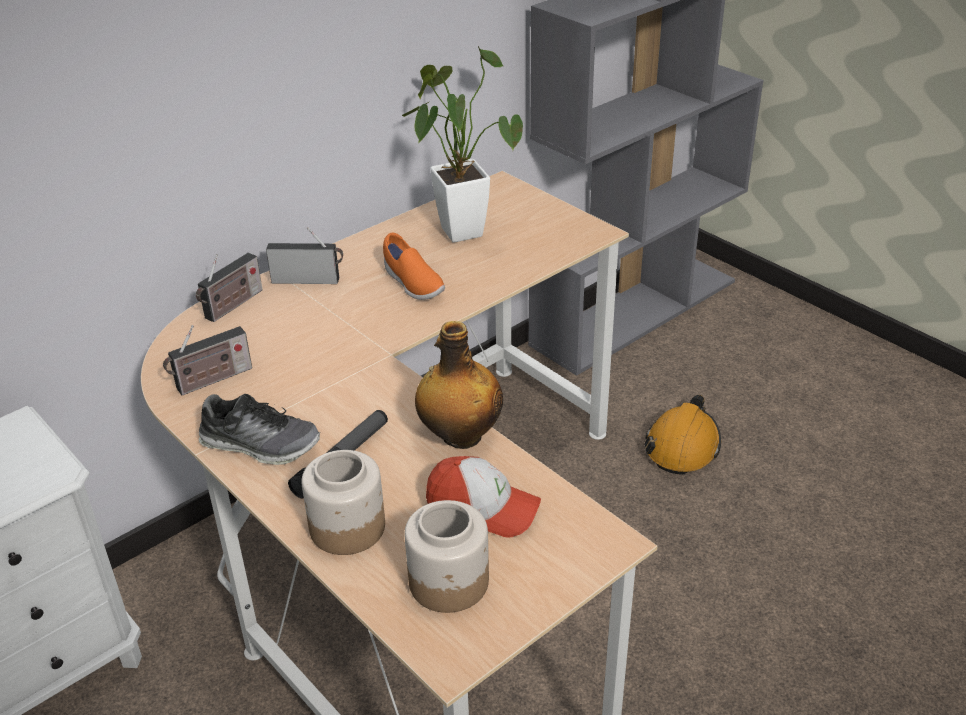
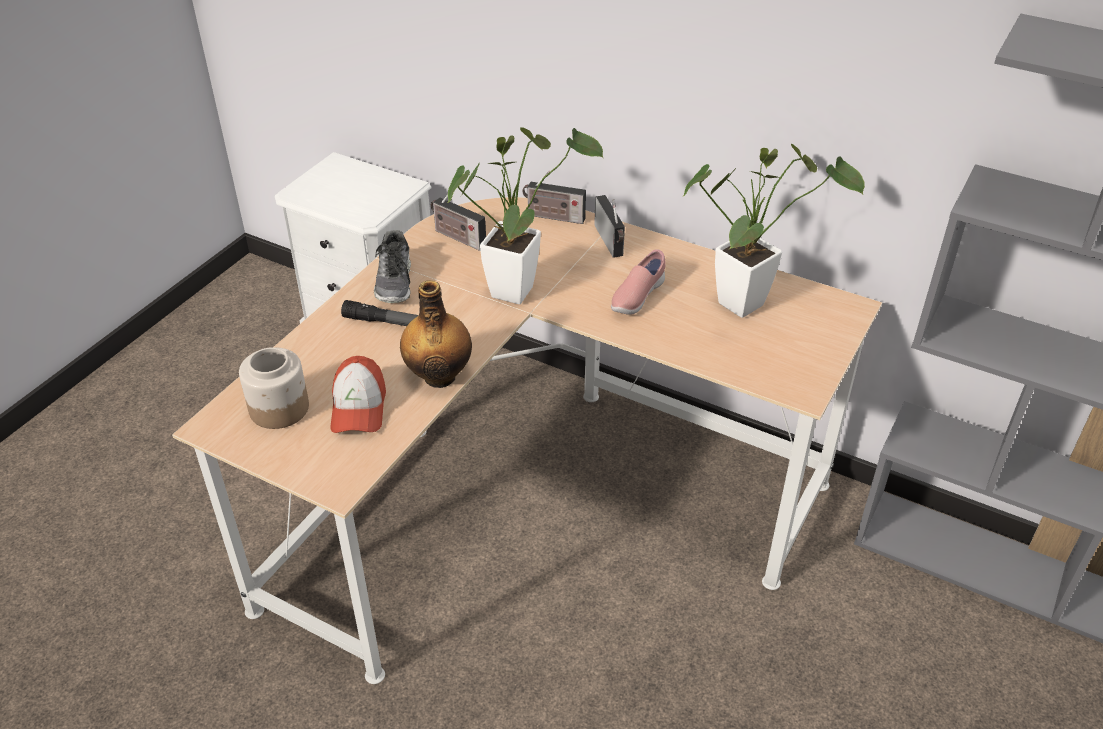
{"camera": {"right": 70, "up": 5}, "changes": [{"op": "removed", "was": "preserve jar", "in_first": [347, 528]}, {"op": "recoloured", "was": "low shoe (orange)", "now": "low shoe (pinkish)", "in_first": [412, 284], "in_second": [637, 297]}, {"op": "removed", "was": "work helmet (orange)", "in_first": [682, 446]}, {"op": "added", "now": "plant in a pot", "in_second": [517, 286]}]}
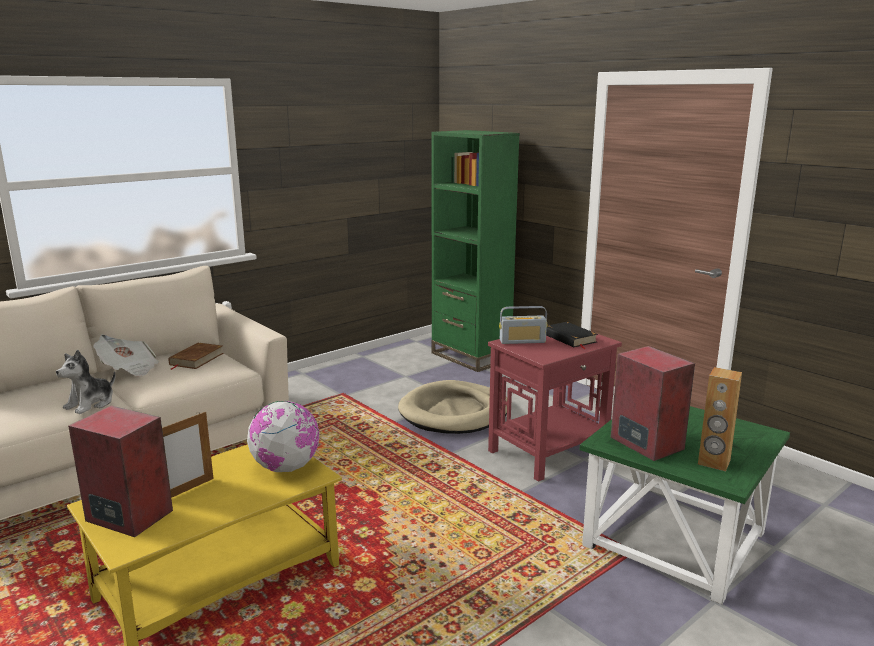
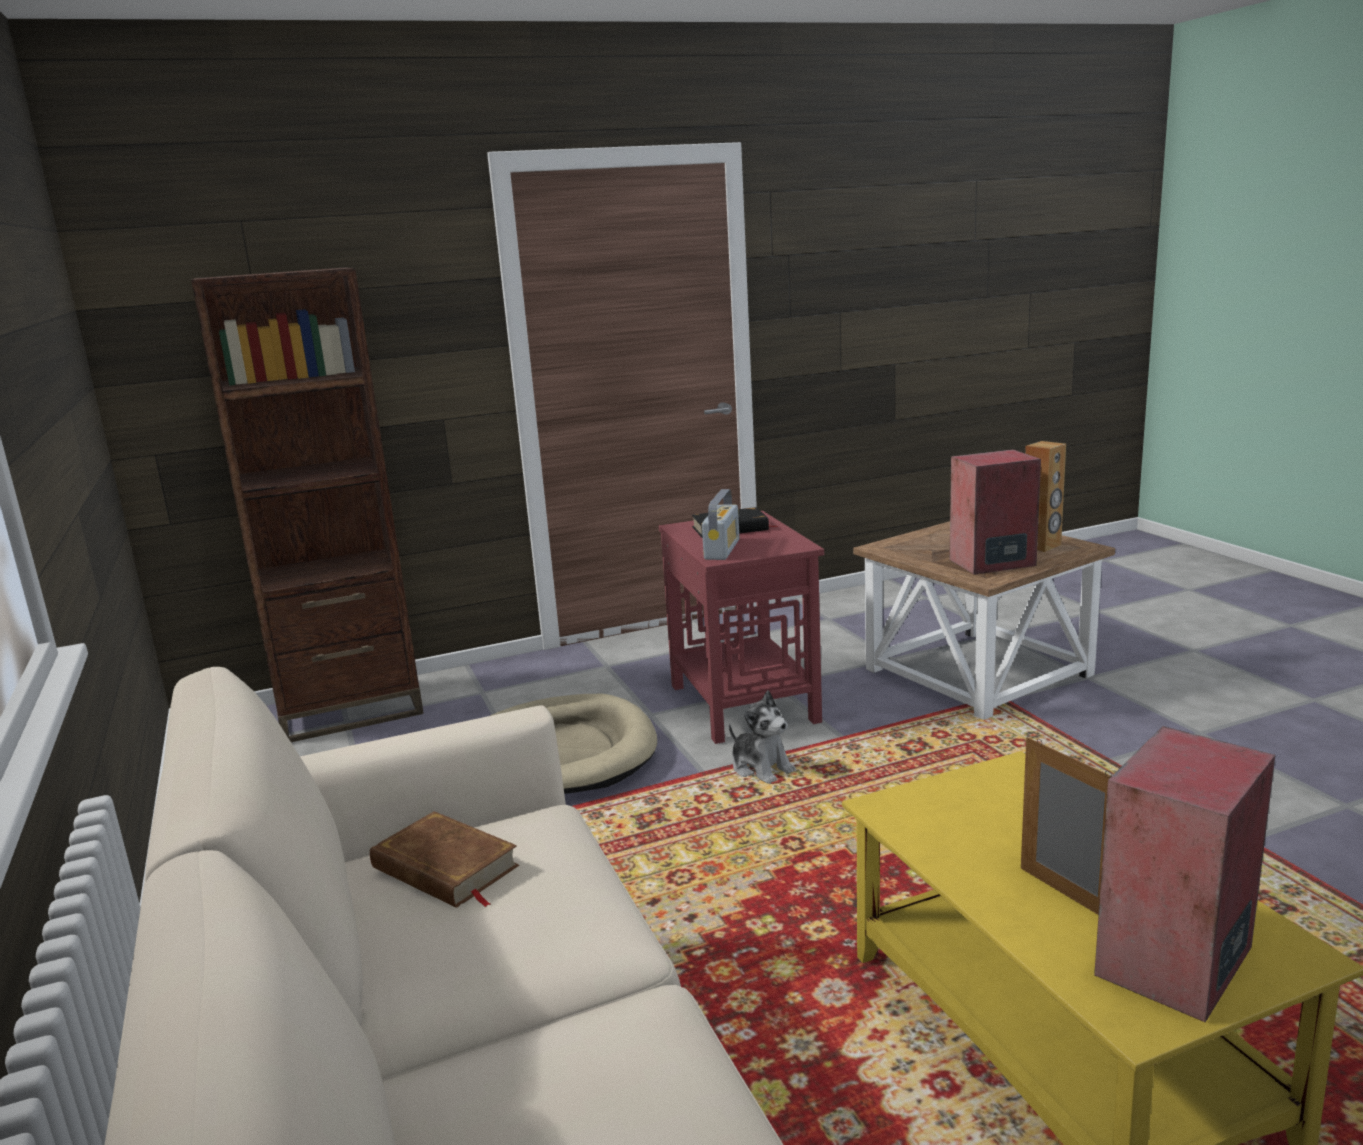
{"camera": {"right": -70, "up": 0}, "changes": [{"op": "moved", "was": "soft toy", "in_first": [90, 404], "in_second": [761, 768]}, {"op": "removed", "was": "daily paper", "in_first": [129, 368]}, {"op": "removed", "was": "desk globe", "in_first": [286, 467]}, {"op": "recoloured", "was": "bookcase (green)", "now": "bookcase (brown-coloured)", "in_first": [470, 357], "in_second": [350, 710]}, {"op": "recoloured", "was": "side table (green)", "now": "side table (brown-coloured)", "in_first": [677, 539], "in_second": [977, 671]}]}
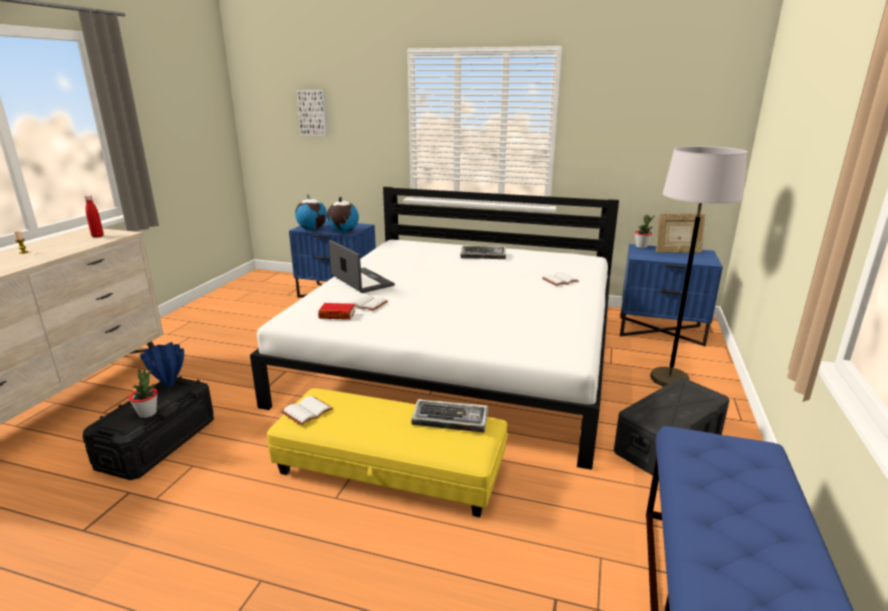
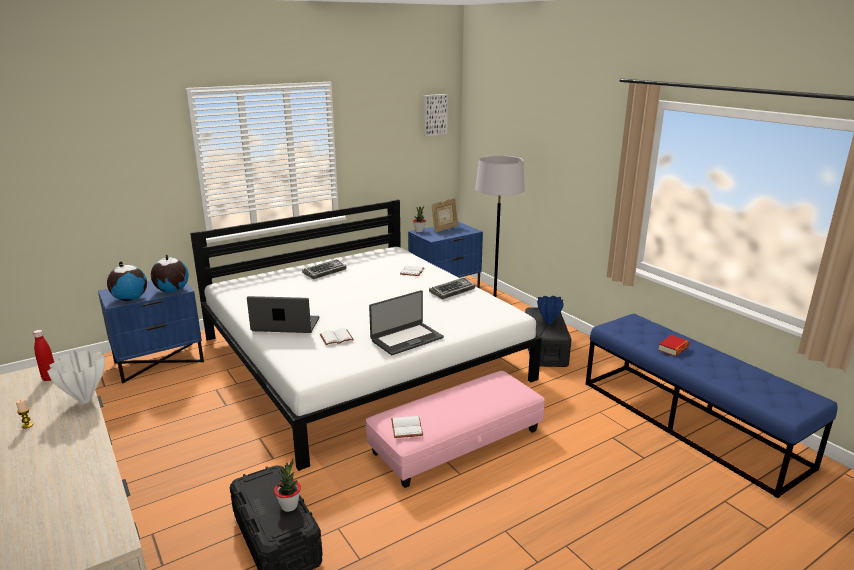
{"camera": {"right": -50, "up": 0}, "changes": [{"op": "moved", "was": "decorative vase (bluish)", "in_first": [169, 384], "in_second": [548, 323]}, {"op": "recoloured", "was": "pouffe (yellowish)", "now": "pouffe (pinkish)", "in_first": [390, 469], "in_second": [457, 441]}, {"op": "moved", "was": "picture", "in_first": [313, 113], "in_second": [434, 114]}, {"op": "moved", "was": "volume", "in_first": [337, 315], "in_second": [673, 349]}, {"op": "moved", "was": "computer keyboard", "in_first": [451, 420], "in_second": [452, 291]}, {"op": "added", "now": "decorative vase (white)", "in_second": [85, 401]}, {"op": "added", "now": "laptop", "in_second": [406, 339]}]}
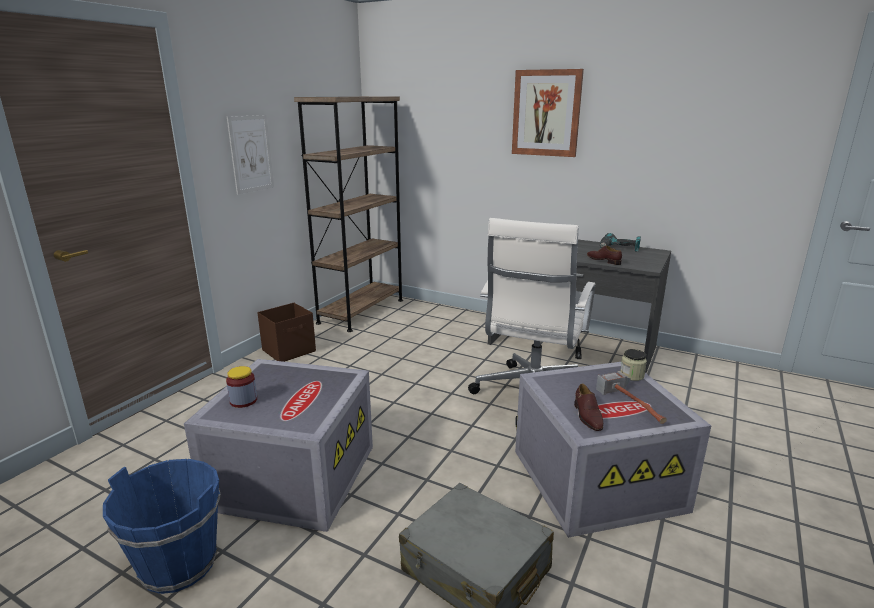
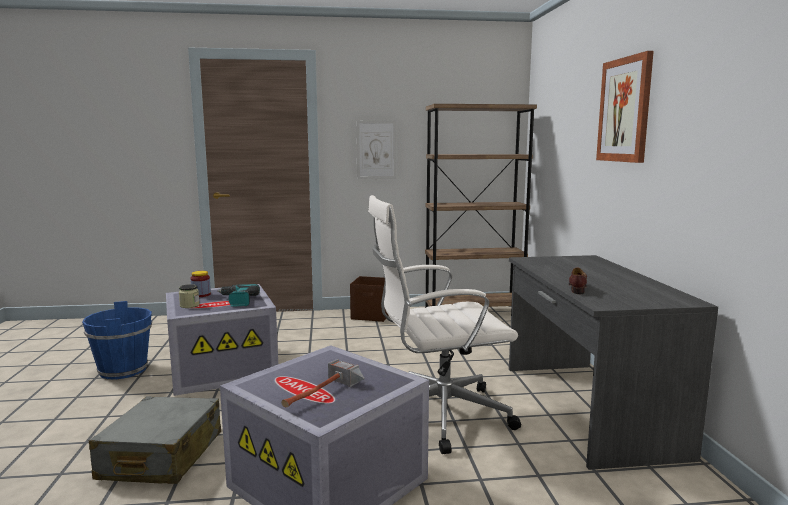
{"camera": {"right": 55, "up": -10}, "changes": [{"op": "removed", "was": "low shoe (brown-coloured)", "in_first": [587, 416]}, {"op": "moved", "was": "drill", "in_first": [619, 249], "in_second": [237, 301]}, {"op": "moved", "was": "preserve jar", "in_first": [632, 375], "in_second": [189, 305]}]}
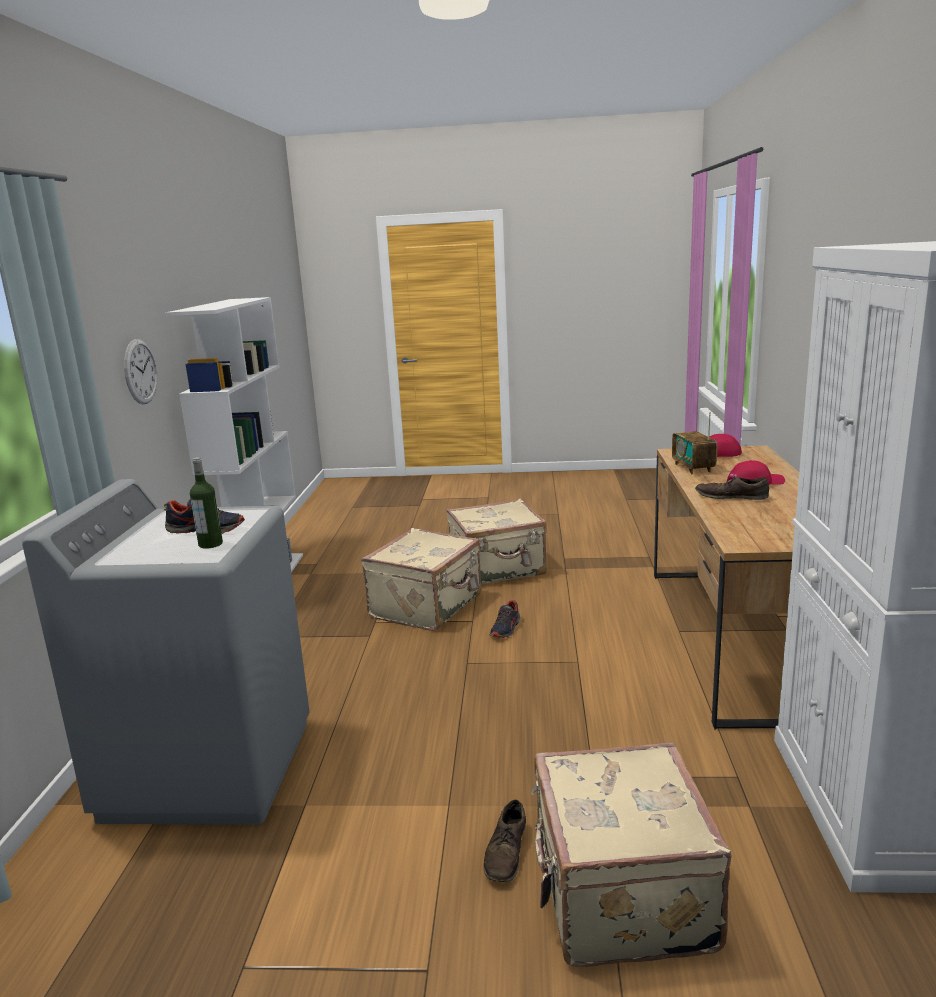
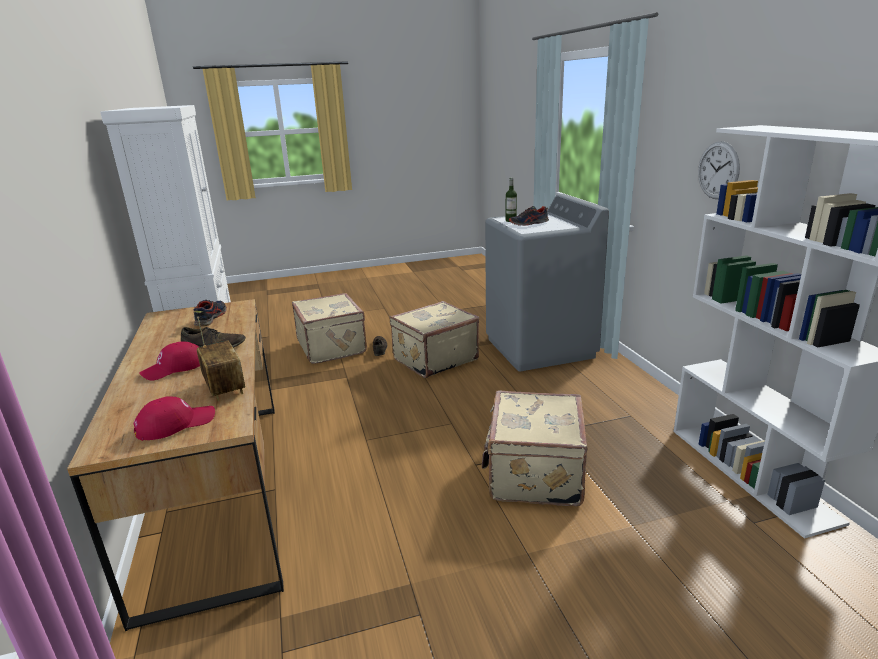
{"camera": {"right": 160, "up": 5}, "changes": [{"op": "moved", "was": "travel case (beige)", "in_first": [498, 569], "in_second": [434, 359]}, {"op": "moved", "was": "low shoe", "in_first": [506, 629], "in_second": [210, 318]}]}
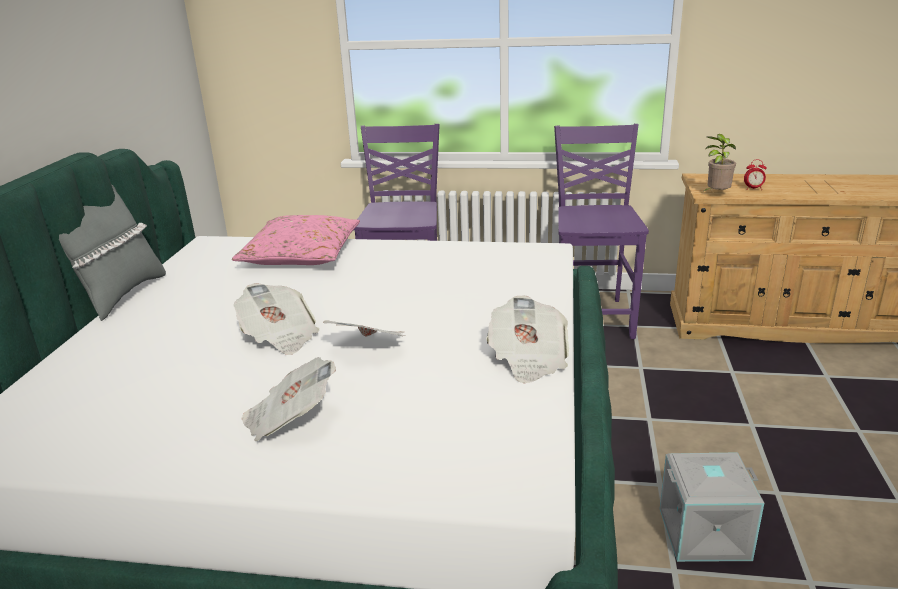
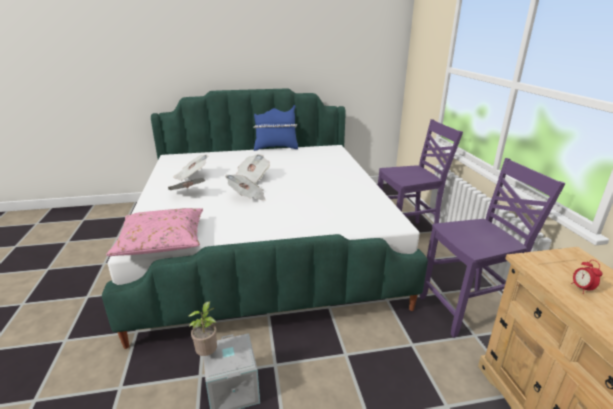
{"camera": {"right": 70, "up": 0}, "changes": [{"op": "recoloured", "was": "pillow (gray)", "now": "pillow (bluish)", "in_first": [120, 295], "in_second": [275, 147]}, {"op": "moved", "was": "pillow (pinkish)", "in_first": [301, 254], "in_second": [162, 240]}, {"op": "moved", "was": "daily paper", "in_first": [528, 359], "in_second": [191, 176]}, {"op": "moved", "was": "plant in a pot", "in_first": [716, 195], "in_second": [208, 353]}]}
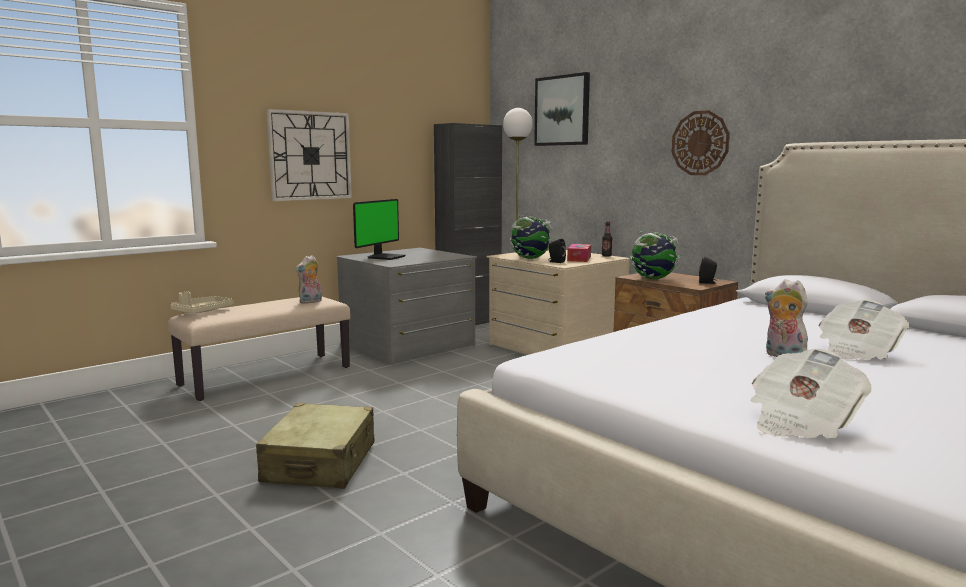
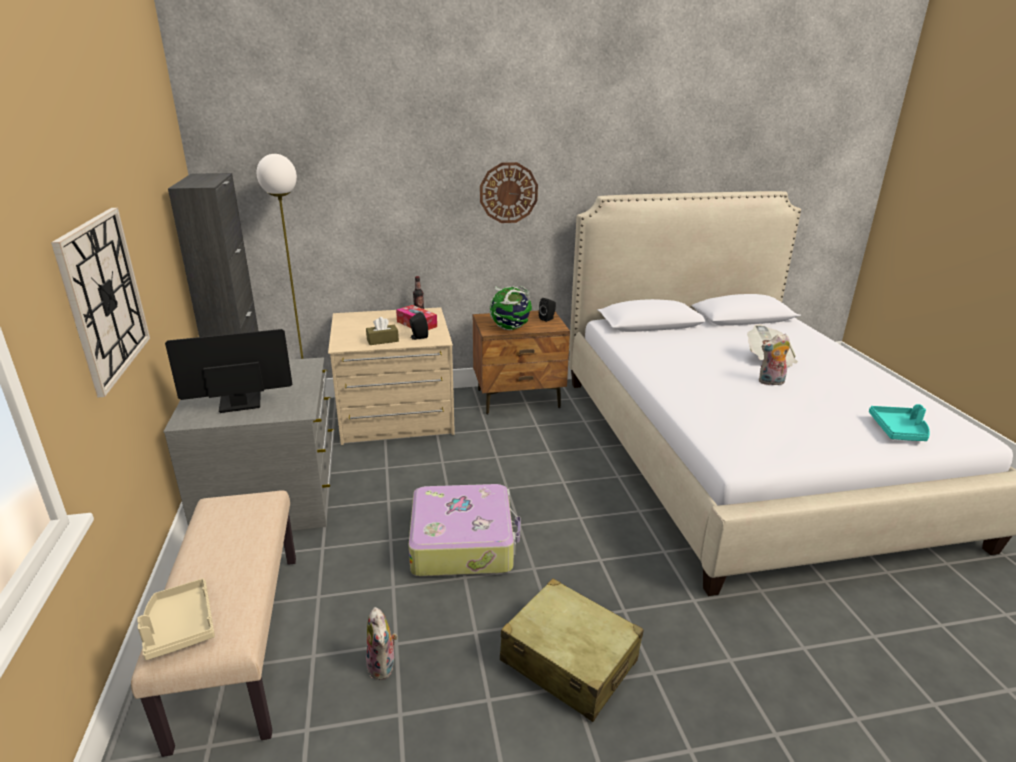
{"camera": {"right": -60, "up": 15}, "changes": [{"op": "moved", "was": "soft toy", "in_first": [310, 302], "in_second": [383, 666]}, {"op": "turned", "was": "computer display", "in_first": [385, 257], "in_second": [239, 403], "clockwise": -75}, {"op": "replaced", "was": "desk globe", "now": "box of tissues (brown-coloured)", "in_first": [530, 258], "in_second": [382, 340]}, {"op": "removed", "was": "picture", "in_first": [562, 110]}, {"op": "replaced", "was": "daily paper", "now": "serving tray (blue-green)", "in_first": [801, 422], "in_second": [899, 430]}, {"op": "added", "now": "travel case", "in_second": [463, 542]}]}
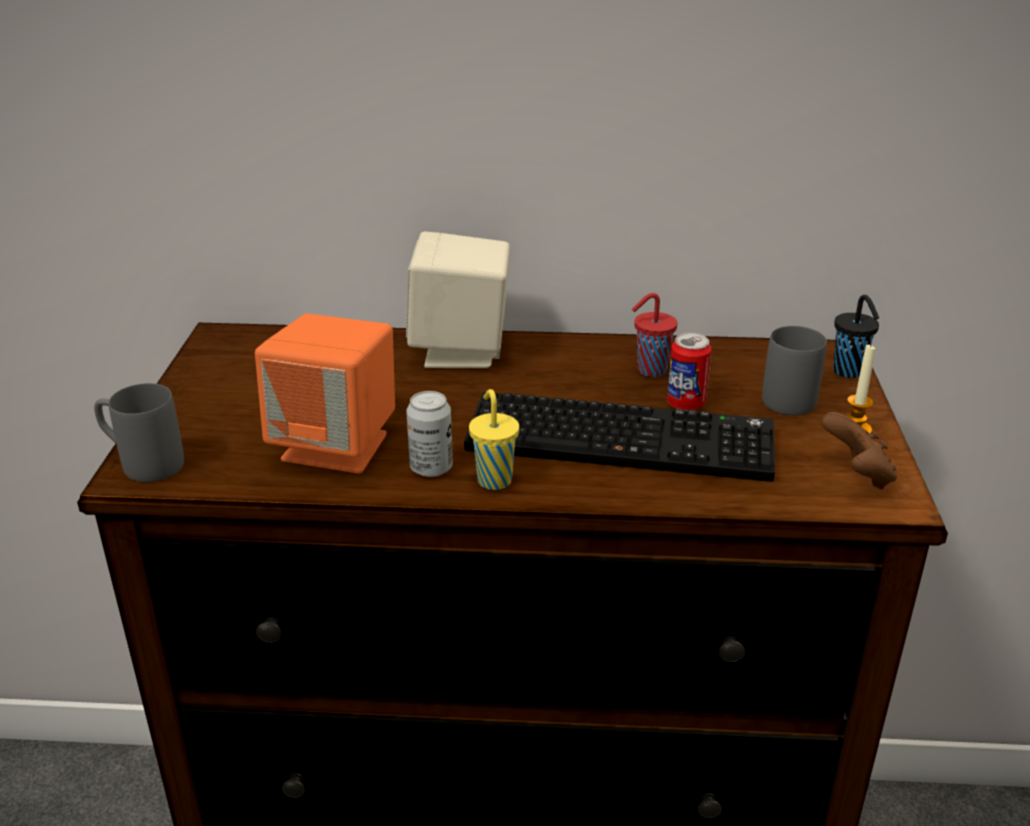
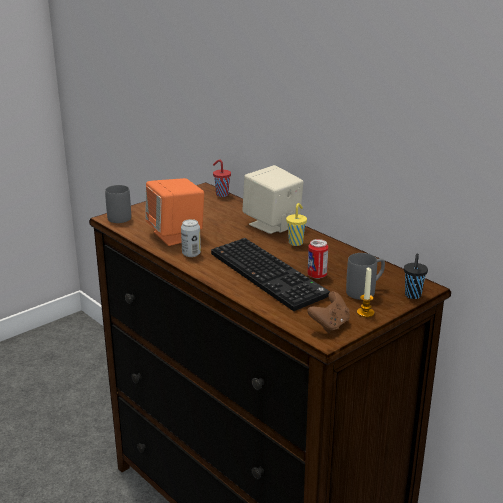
{"camera": {"right": 45, "up": -5}, "changes": [{"op": "moved", "was": "drinking cup (yellowish)", "in_first": [494, 479], "in_second": [296, 242]}, {"op": "moved", "was": "drinking cup (red)", "in_first": [650, 371], "in_second": [221, 194]}]}
